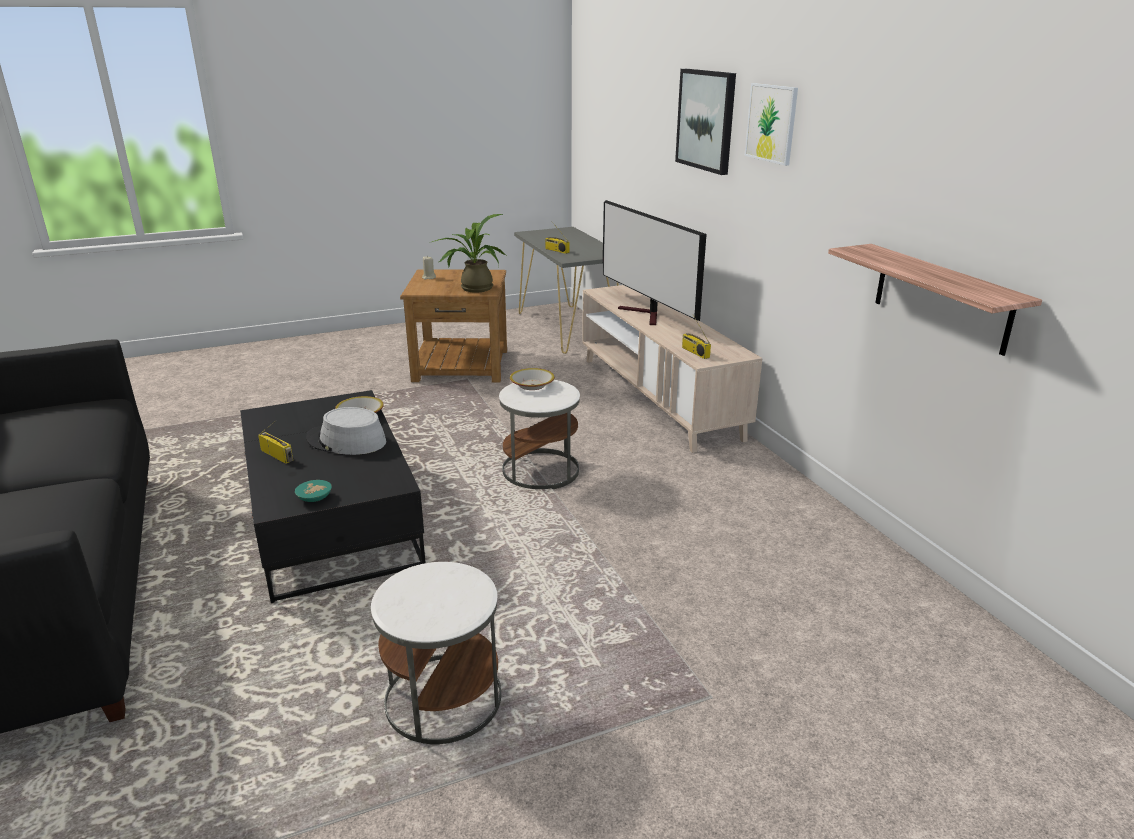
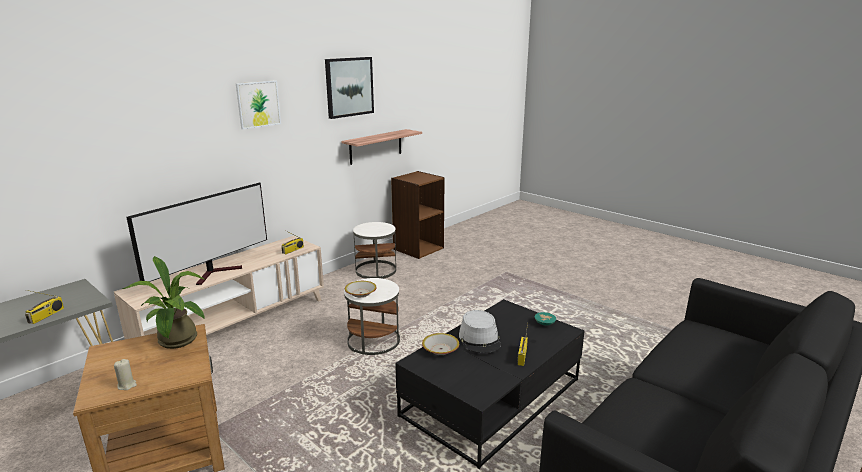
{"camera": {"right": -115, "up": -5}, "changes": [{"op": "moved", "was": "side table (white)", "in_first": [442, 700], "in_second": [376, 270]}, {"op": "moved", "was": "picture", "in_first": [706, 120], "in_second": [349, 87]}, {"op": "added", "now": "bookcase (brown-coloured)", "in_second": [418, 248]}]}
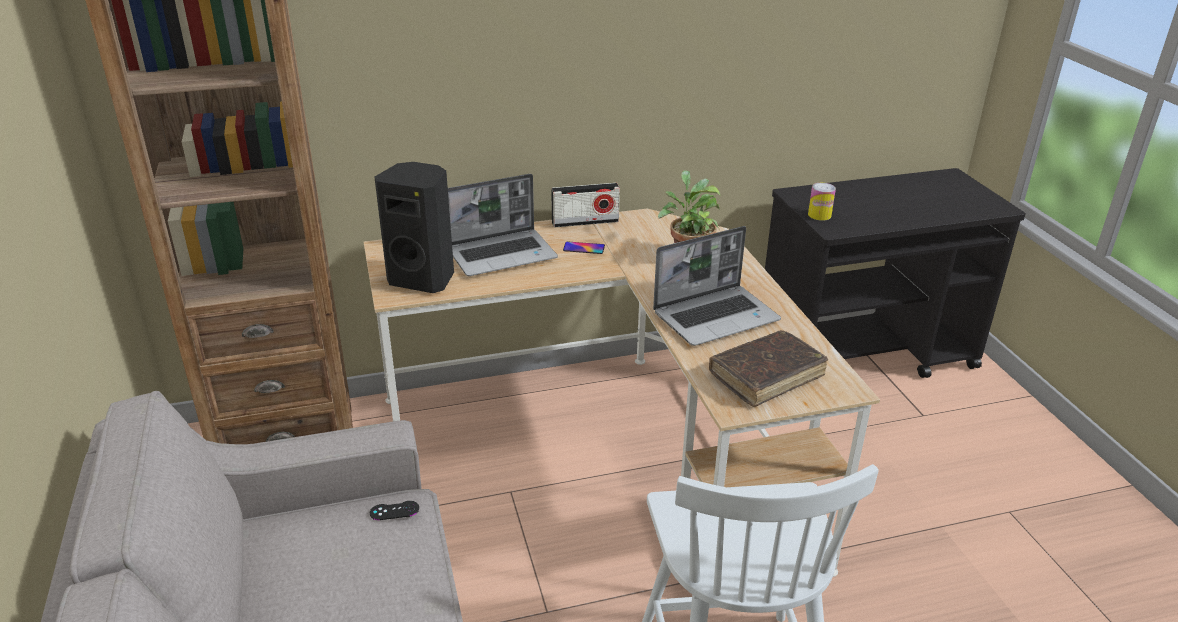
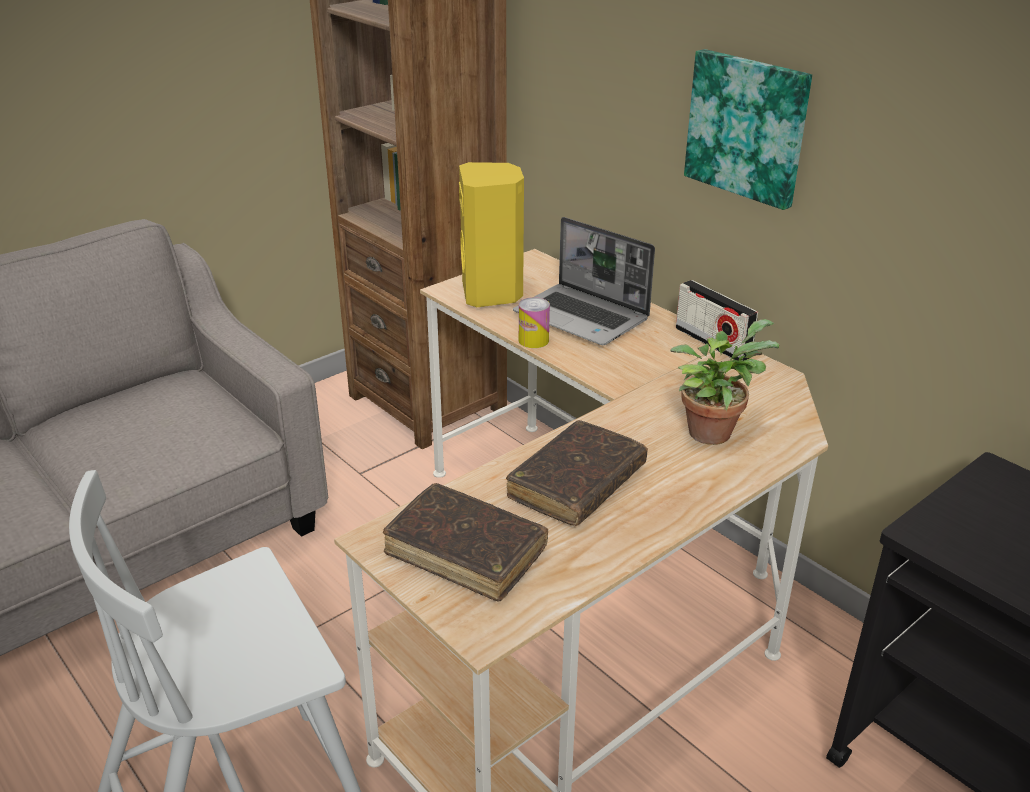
{"camera": {"right": 65, "up": 0}, "changes": [{"op": "removed", "was": "joypad (black-coloured)", "in_first": [394, 511]}, {"op": "recoloured", "was": "speaker (black-coloured)", "now": "speaker (yellowish)", "in_first": [423, 279], "in_second": [492, 294]}, {"op": "removed", "was": "telephone", "in_first": [584, 248]}, {"op": "replaced", "was": "laptop", "now": "volume (brown-coloured)", "in_first": [716, 316], "in_second": [577, 484]}, {"op": "moved", "was": "sealed can", "in_first": [819, 215], "in_second": [533, 340]}, {"op": "added", "now": "picture", "in_second": [748, 127]}]}
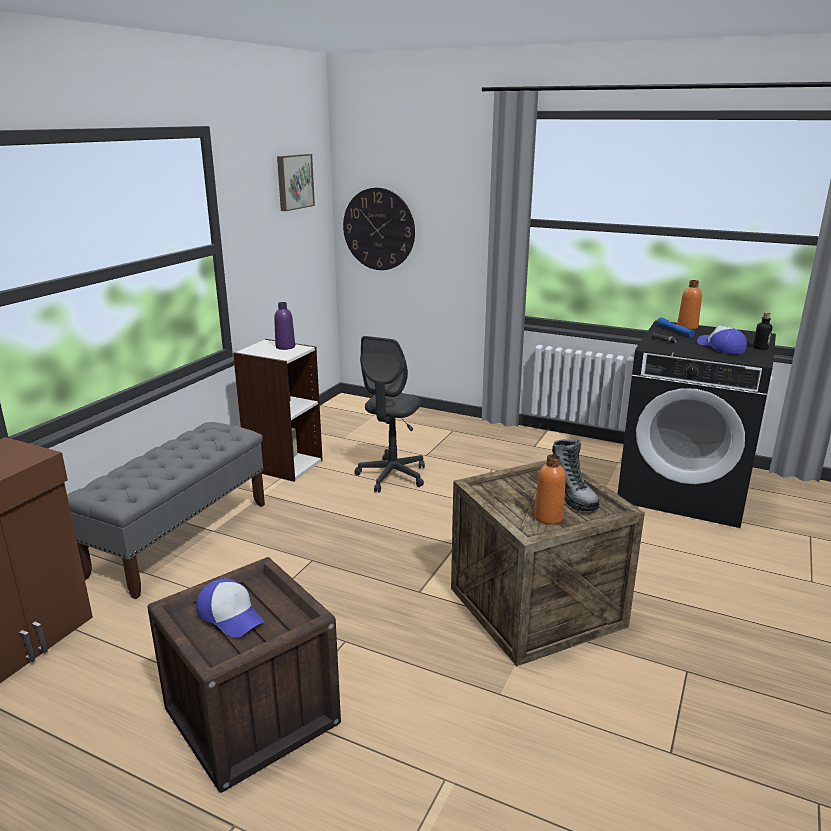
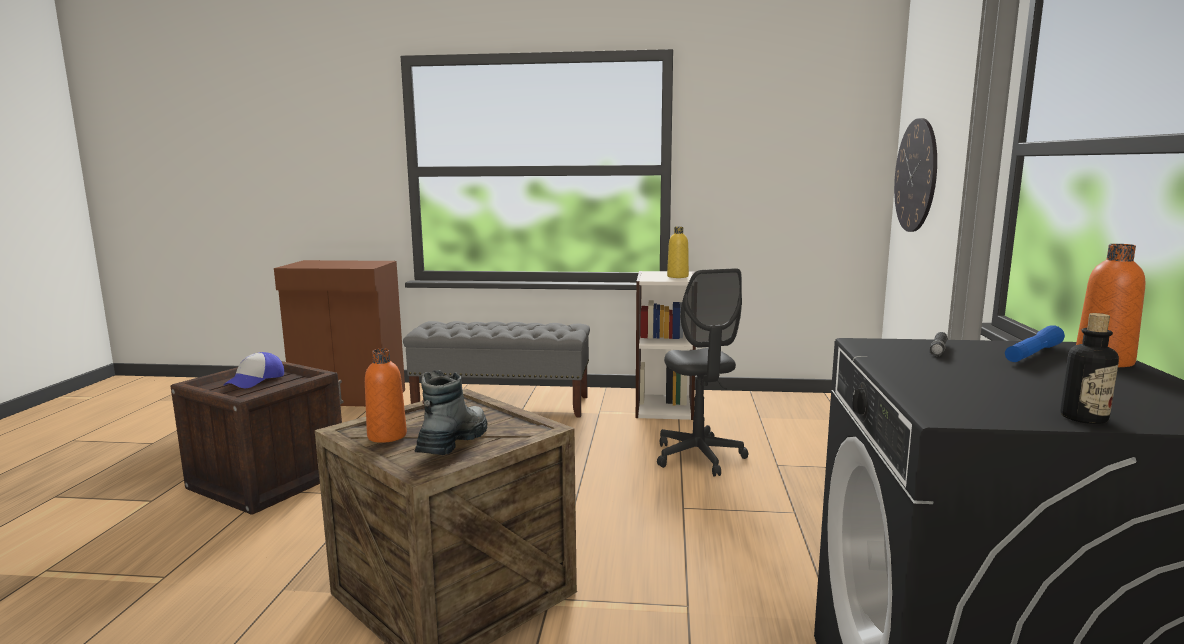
{"camera": {"right": 70, "up": -10}, "changes": [{"op": "recoloured", "was": "drink bottle (purple-coloured)", "now": "drink bottle (yellowish)", "in_first": [285, 347], "in_second": [677, 276]}, {"op": "removed", "was": "picture", "in_first": [294, 181]}, {"op": "turned", "was": "computer chair (gray)", "in_first": [392, 476], "in_second": [698, 457], "clockwise": -105}, {"op": "turned", "was": "tall boot", "in_first": [571, 495], "in_second": [453, 442], "clockwise": 150}, {"op": "removed", "was": "peaked cap", "in_first": [720, 347]}]}
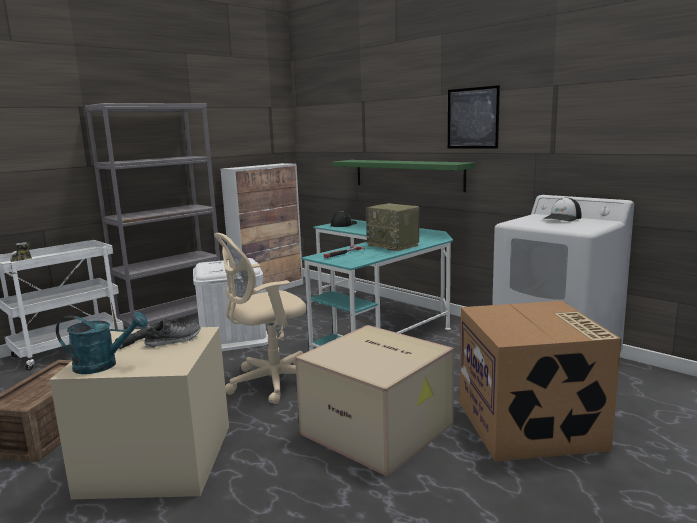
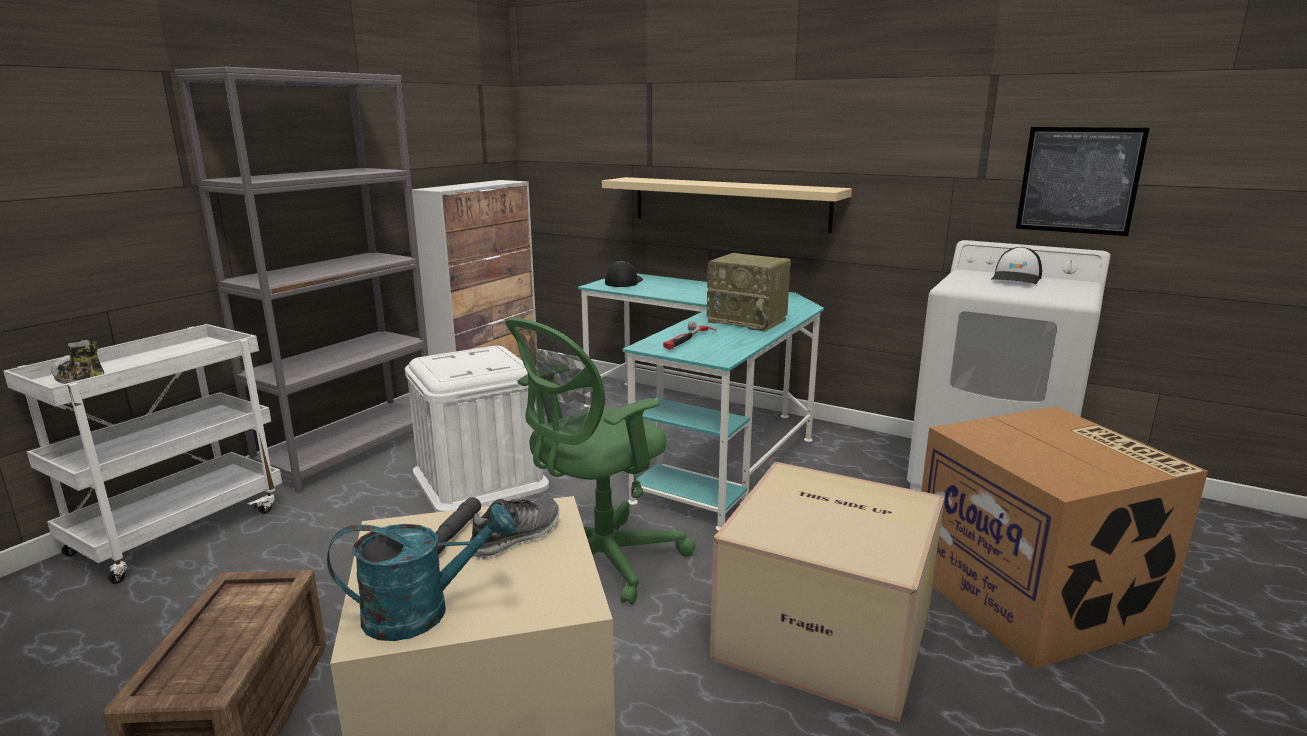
{"camera": {"right": -15, "up": 5}, "changes": [{"op": "recoloured", "was": "computer chair (beige)", "now": "computer chair (green)", "in_first": [271, 382], "in_second": [598, 562]}, {"op": "recoloured", "was": "wall shelf (green)", "now": "wall shelf (beige)", "in_first": [407, 174], "in_second": [729, 203]}, {"op": "moved", "was": "picture", "in_first": [472, 118], "in_second": [1079, 180]}]}
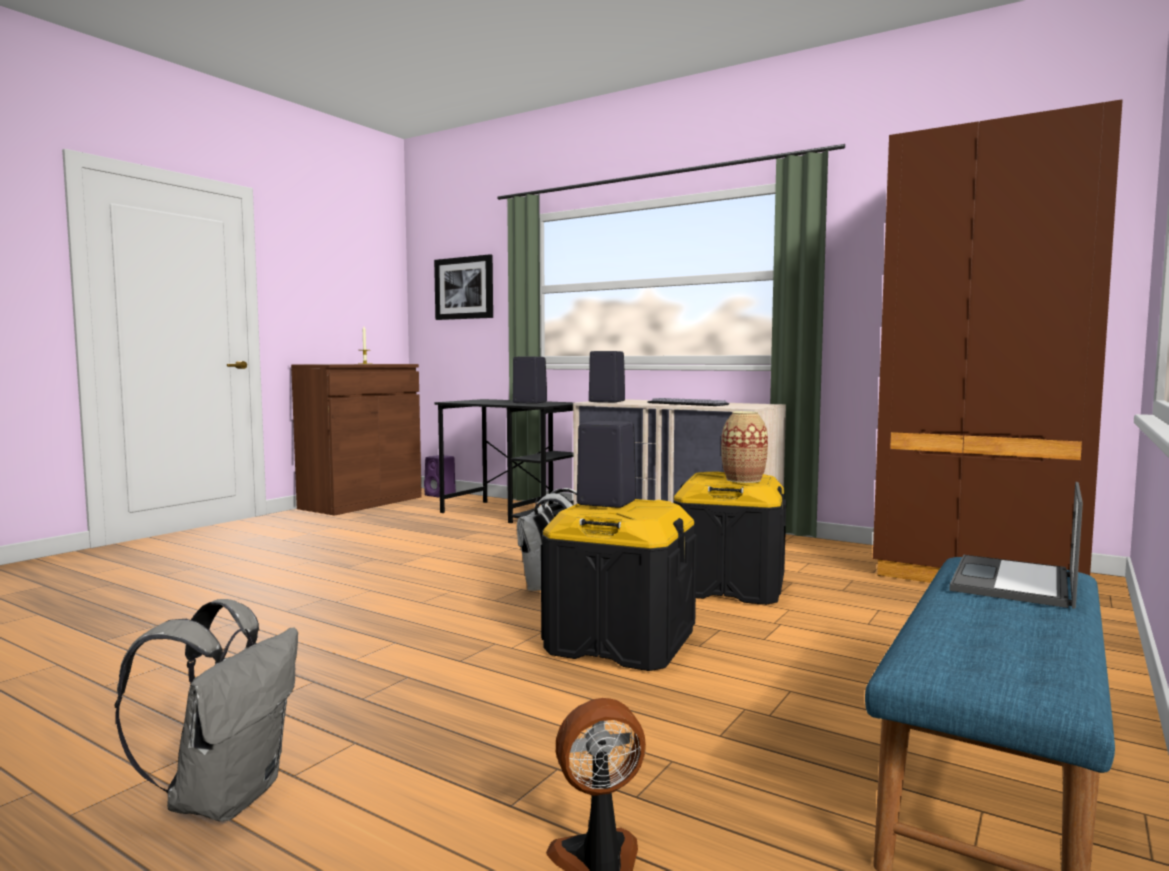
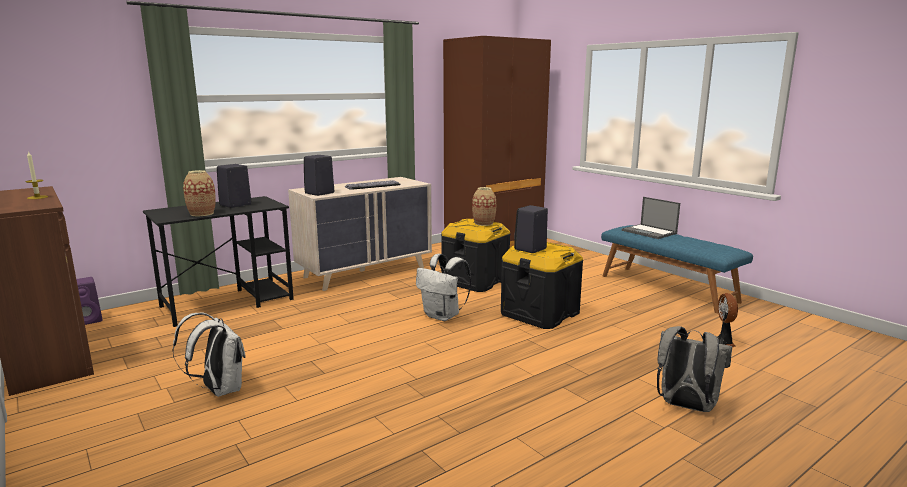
{"camera": {"right": -70, "up": 10}, "changes": [{"op": "removed", "was": "picture", "in_first": [464, 288]}, {"op": "added", "now": "knapsack (white)", "in_second": [219, 390]}, {"op": "added", "now": "decorative vase", "in_second": [202, 214]}]}
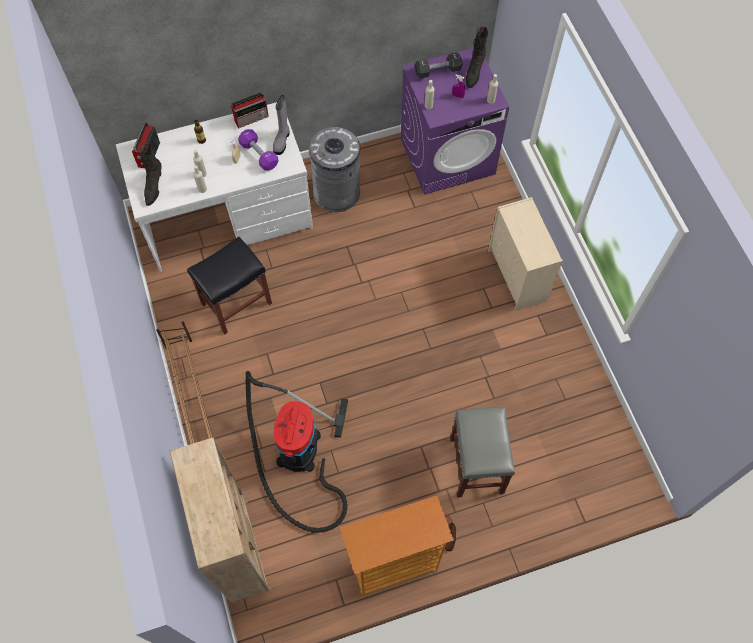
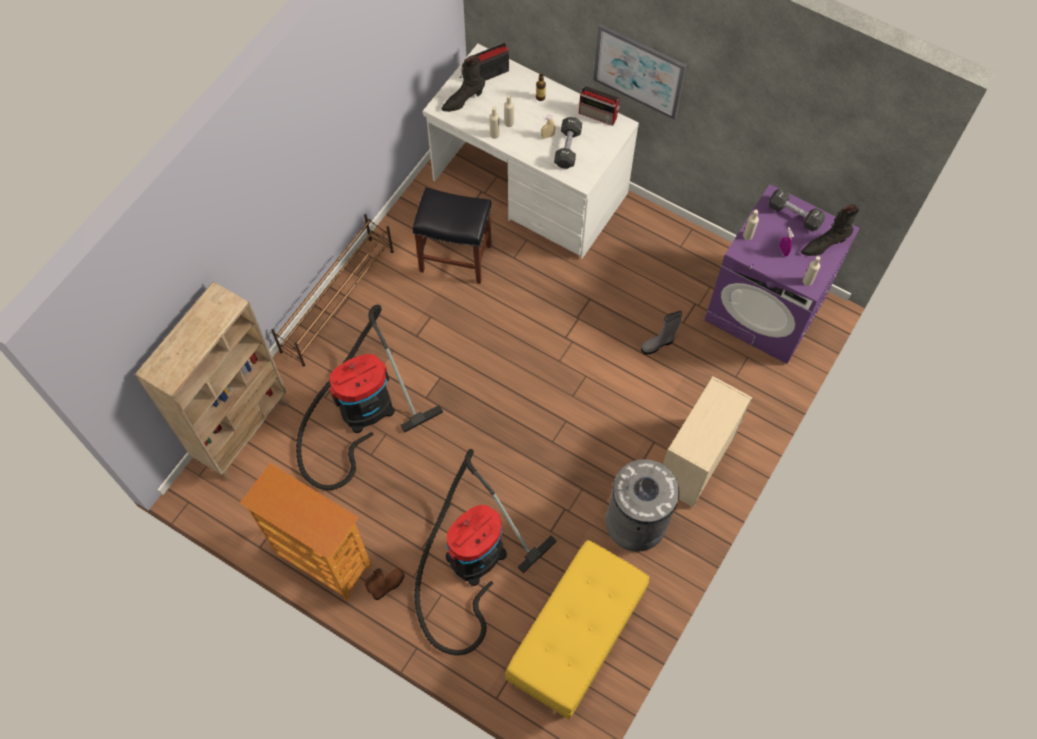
{"camera": {"right": 50, "up": 0}, "changes": [{"op": "recoloured", "was": "dumbbell (purple-coloured)", "now": "dumbbell (black-coloured)", "in_first": [259, 155], "in_second": [567, 148]}, {"op": "moved", "was": "tall boot (gray)", "in_first": [282, 140], "in_second": [658, 344]}, {"op": "moved", "was": "rubbish bin (gray)", "in_first": [337, 193], "in_second": [636, 523]}, {"op": "replaced", "was": "stool (gray)", "now": "vacuum", "in_first": [476, 464], "in_second": [472, 562]}, {"op": "added", "now": "bench (yellowish)", "in_second": [576, 639]}, {"op": "added", "now": "picture", "in_second": [639, 71]}]}
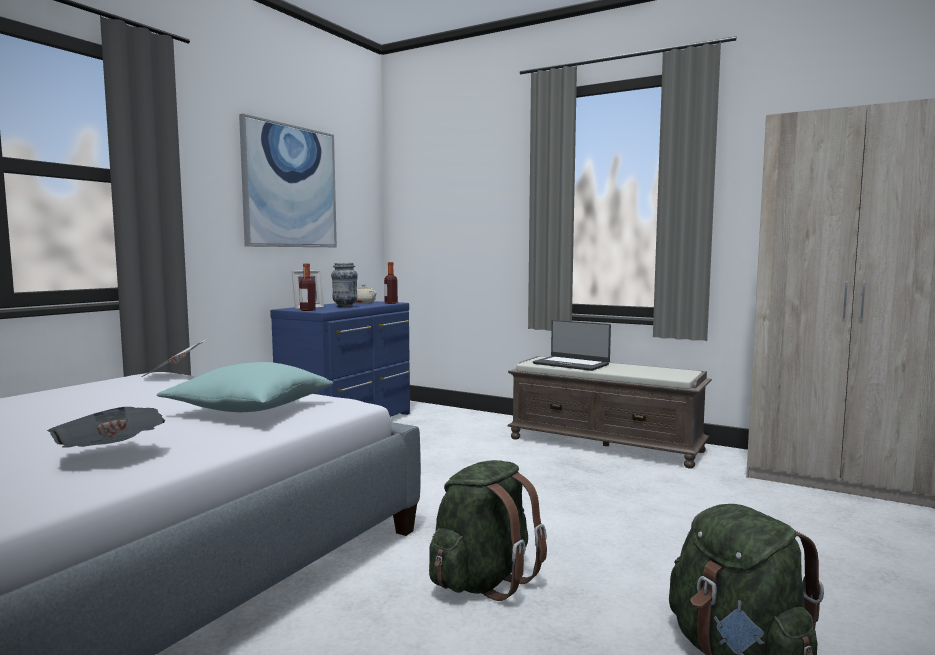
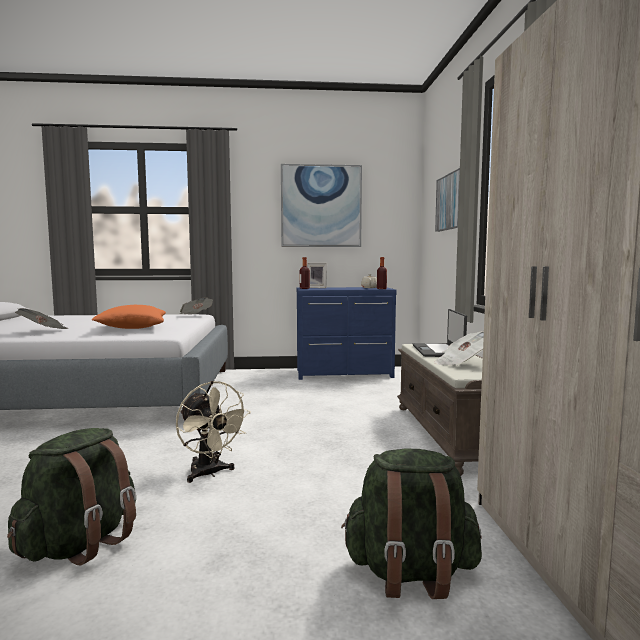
{"camera": {"right": 55, "up": 0}, "changes": [{"op": "recoloured", "was": "pillow (blue-green)", "now": "pillow (orange)", "in_first": [250, 409], "in_second": [132, 328]}, {"op": "removed", "was": "decorative vase", "in_first": [345, 307]}, {"op": "moved", "was": "knapsack (green)", "in_first": [483, 580], "in_second": [410, 573]}, {"op": "added", "now": "electric fan (beige)", "in_second": [209, 474]}, {"op": "added", "now": "daily paper", "in_second": [462, 363]}, {"op": "added", "now": "picture", "in_second": [450, 202]}]}
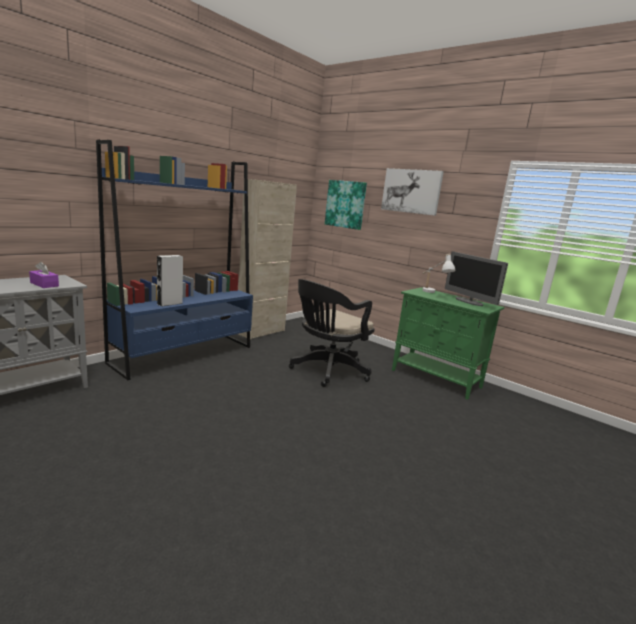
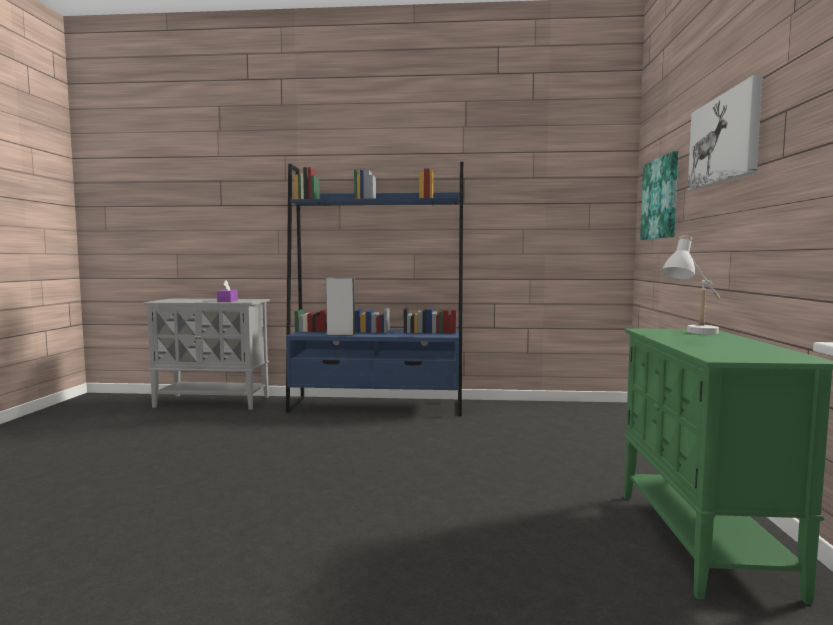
{"camera": {"right": 55, "up": -10}, "changes": [{"op": "removed", "was": "cupboard (beige)", "in_first": [261, 332]}, {"op": "removed", "was": "computer chair (black-coloured)", "in_first": [327, 371]}, {"op": "removed", "was": "computer display", "in_first": [469, 302]}]}
